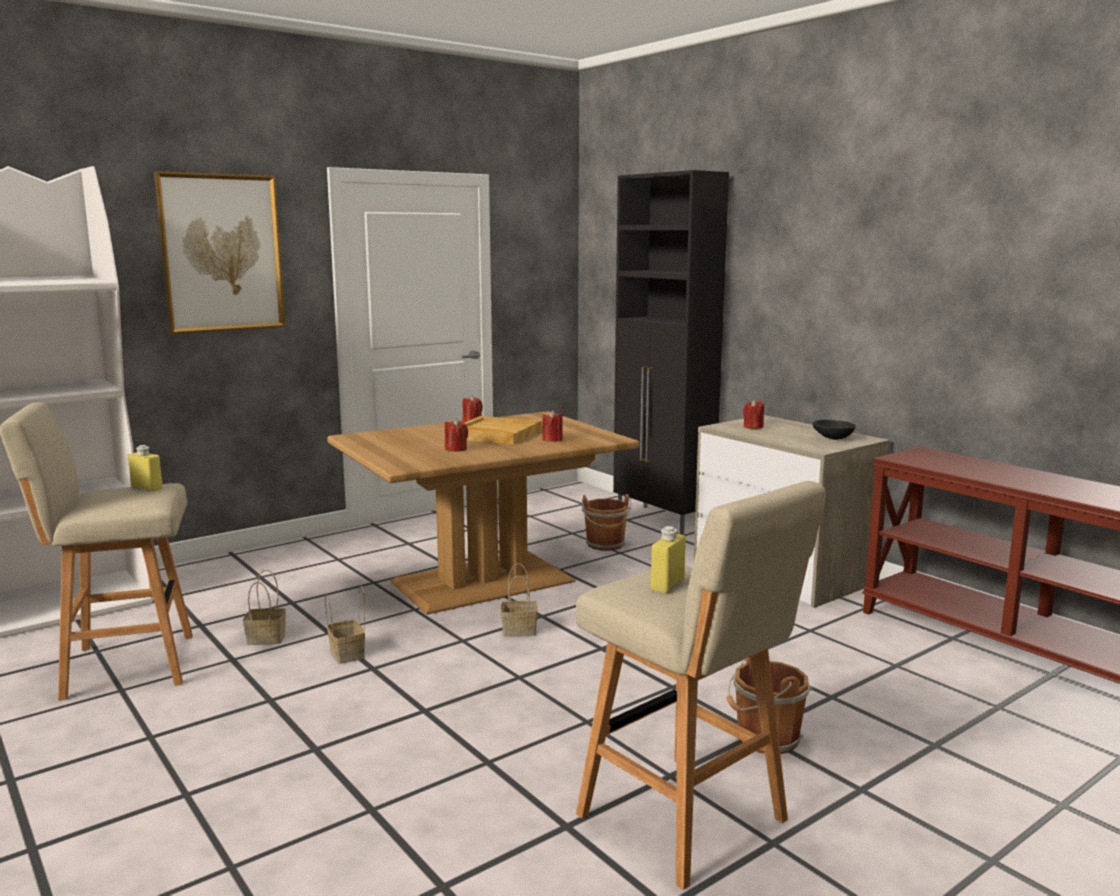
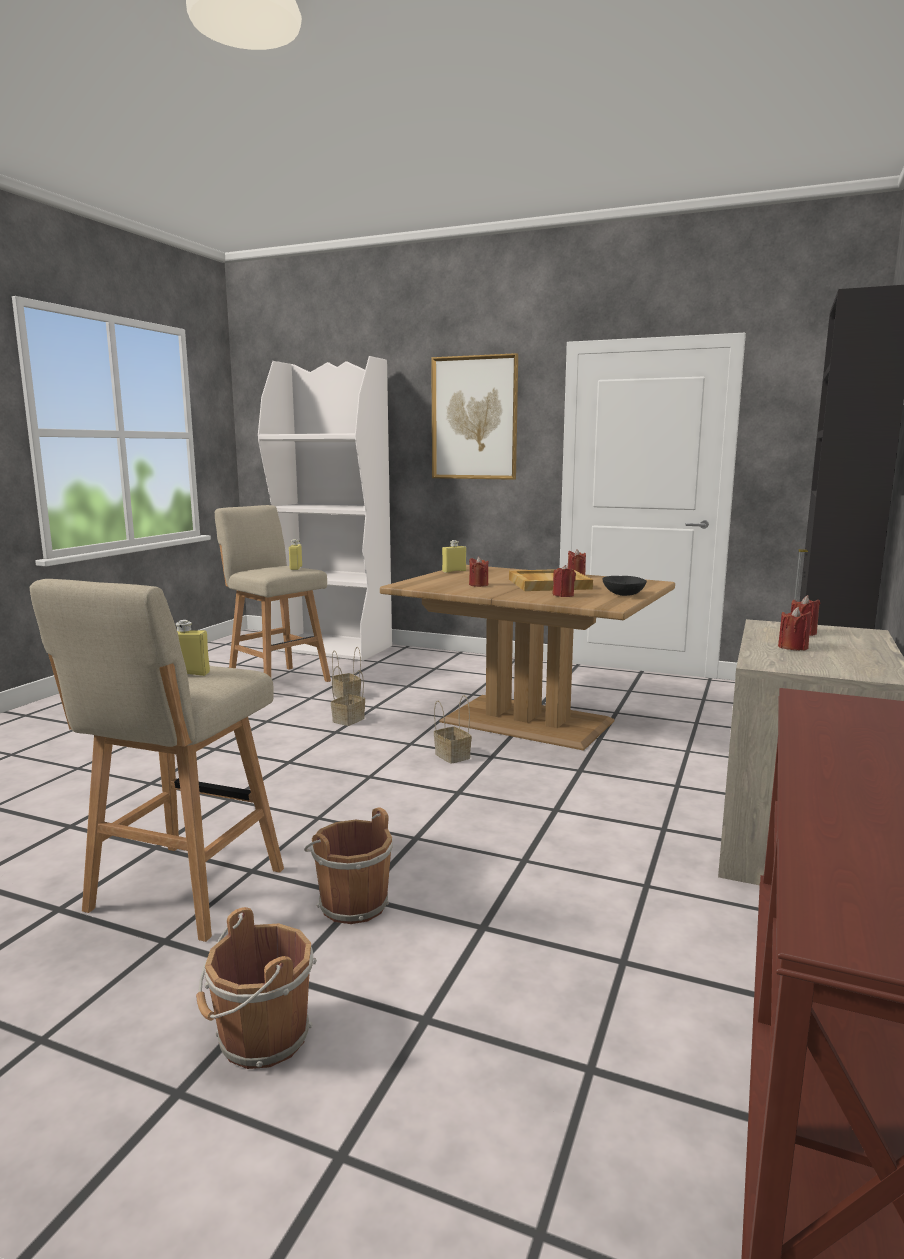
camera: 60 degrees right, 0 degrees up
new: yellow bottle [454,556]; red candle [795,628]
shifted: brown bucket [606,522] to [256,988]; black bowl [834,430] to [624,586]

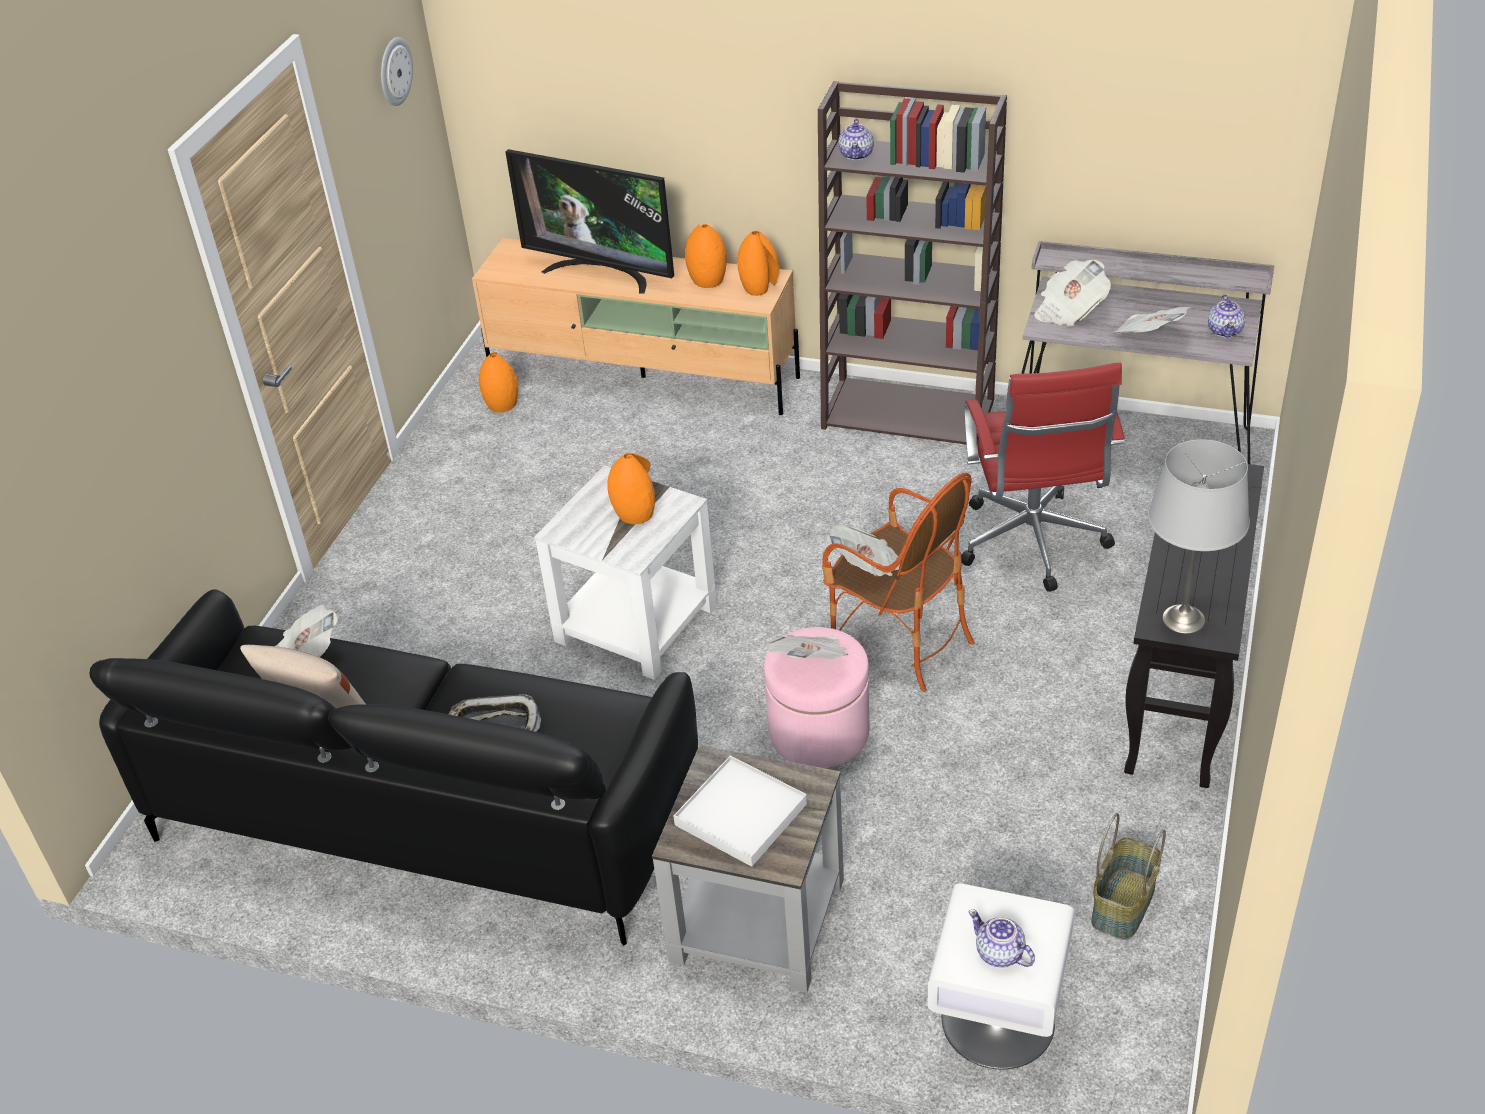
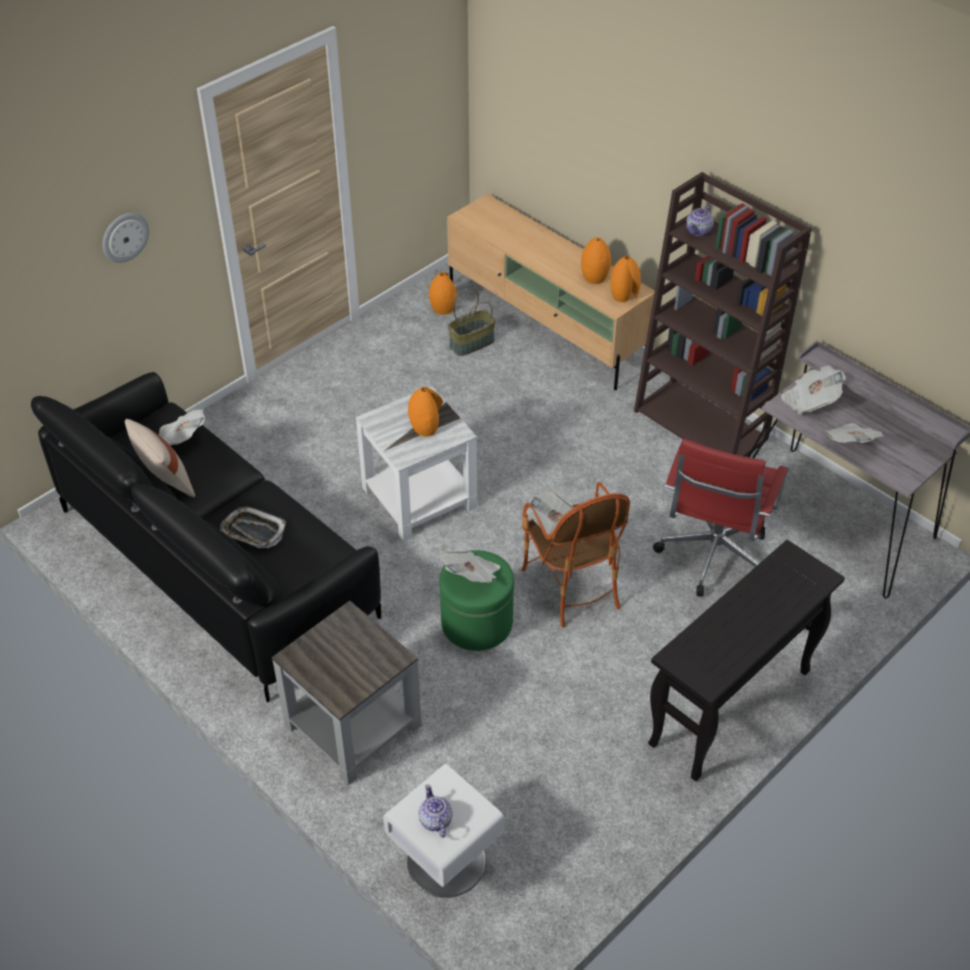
camera: 25 degrees right, 5 degrees up
gone: television [590,221]; white tray [740,811]; grey table lamp [1199,536]; teapot [1226,316]
shifted: wall clock [397,71] to [126,238]; basket [1128,876] to [472,322]
repainted: pink ottoman [816,697] to green ottoman [476,600]

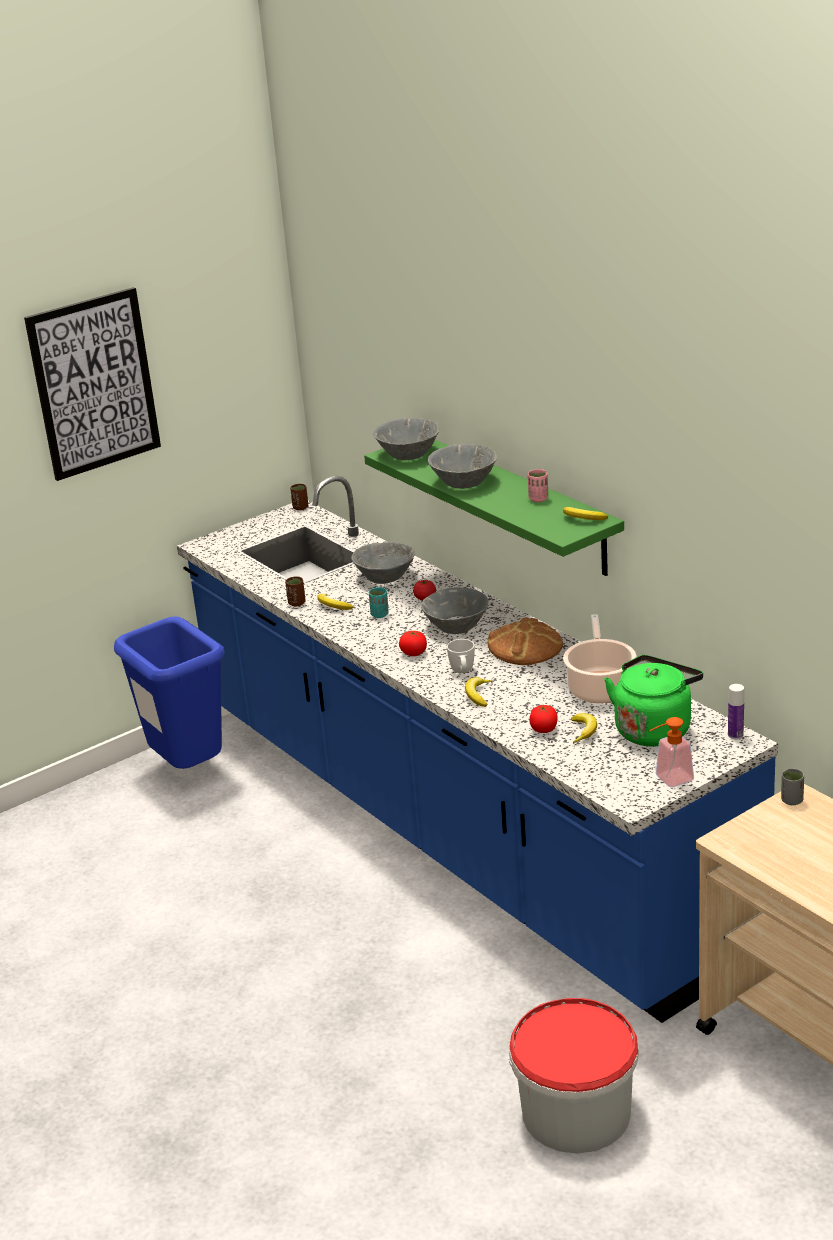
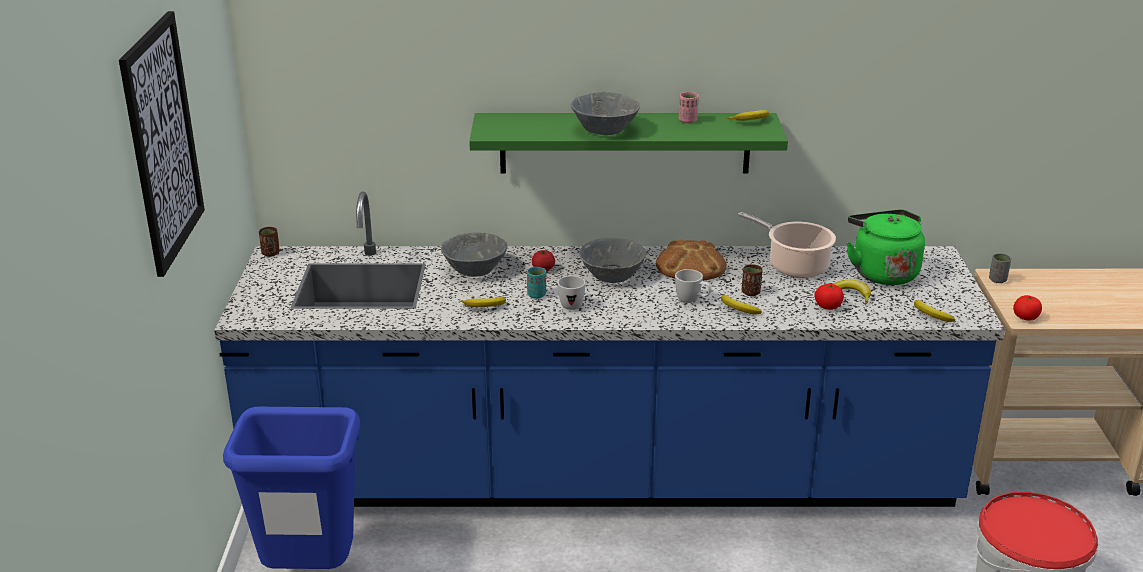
camera: 55 degrees left, 0 degrees up
gone: grey bowl [406,439]; soap dispenser [671,752]; bottle [736,711]
new: white mug [572,292]; banana [934,311]
shifted: brown cup [295,591] to [752,280]; tomato [413,643] to [1027,308]

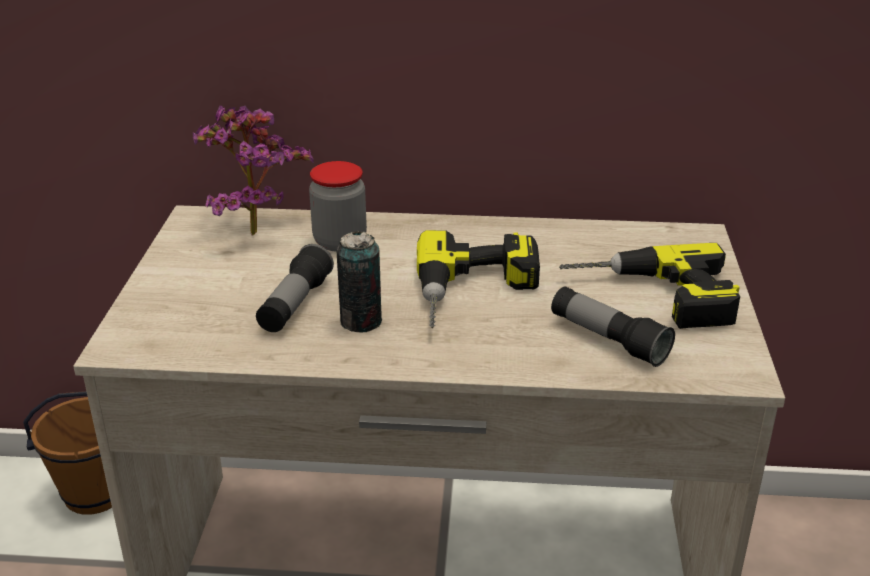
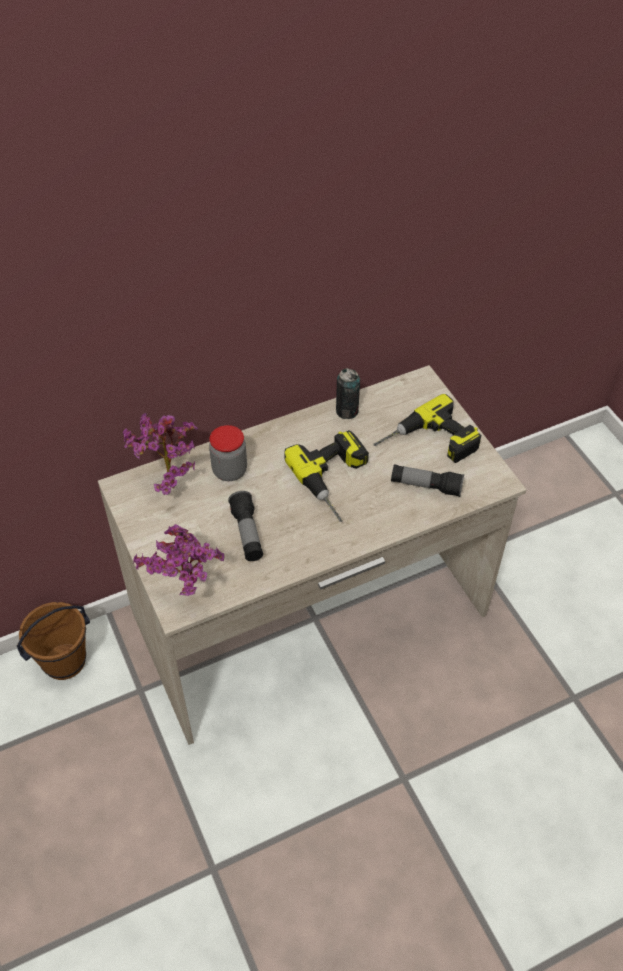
camera: 30 degrees left, 20 degrees up
new: potted plant [179,560]
shifted: can [359,281] to [348,393]

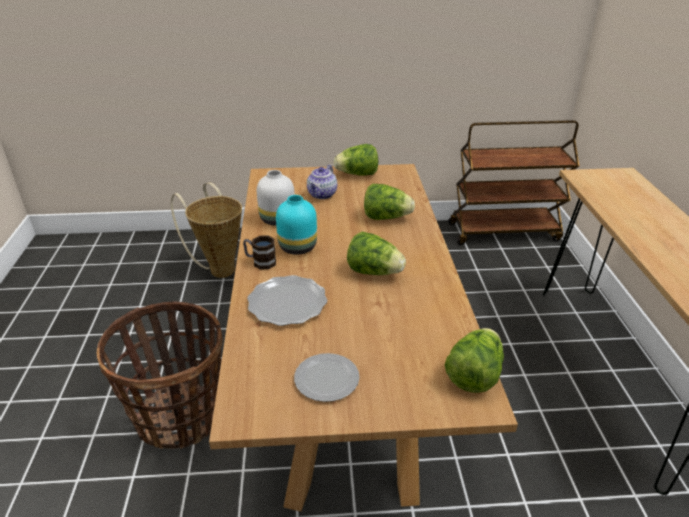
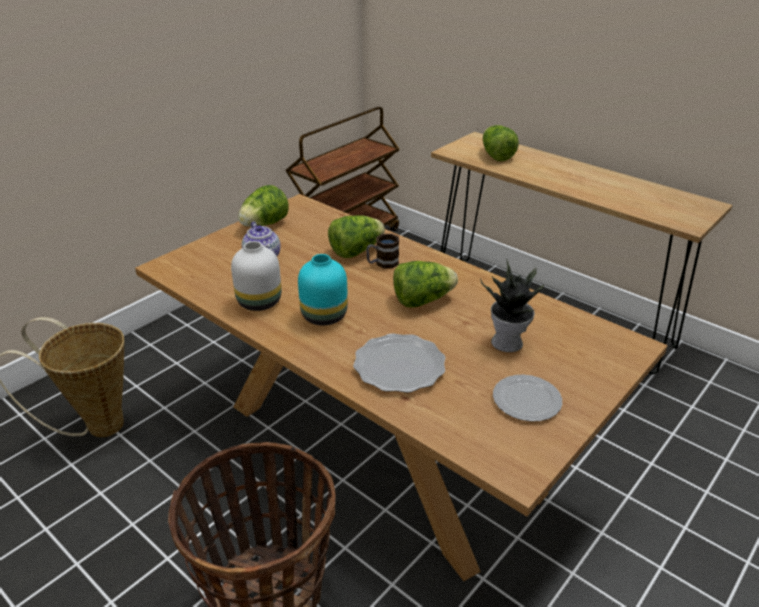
camera: 45 degrees left, 0 degrees up
new: potted plant [512,305]
shifted: mug [259,252] to [382,251]; lettuce [474,360] to [501,143]

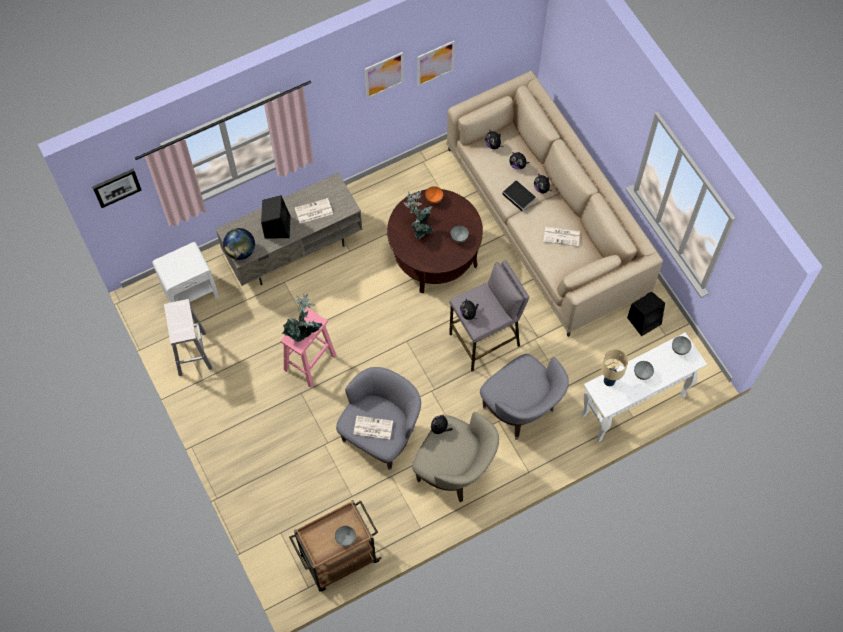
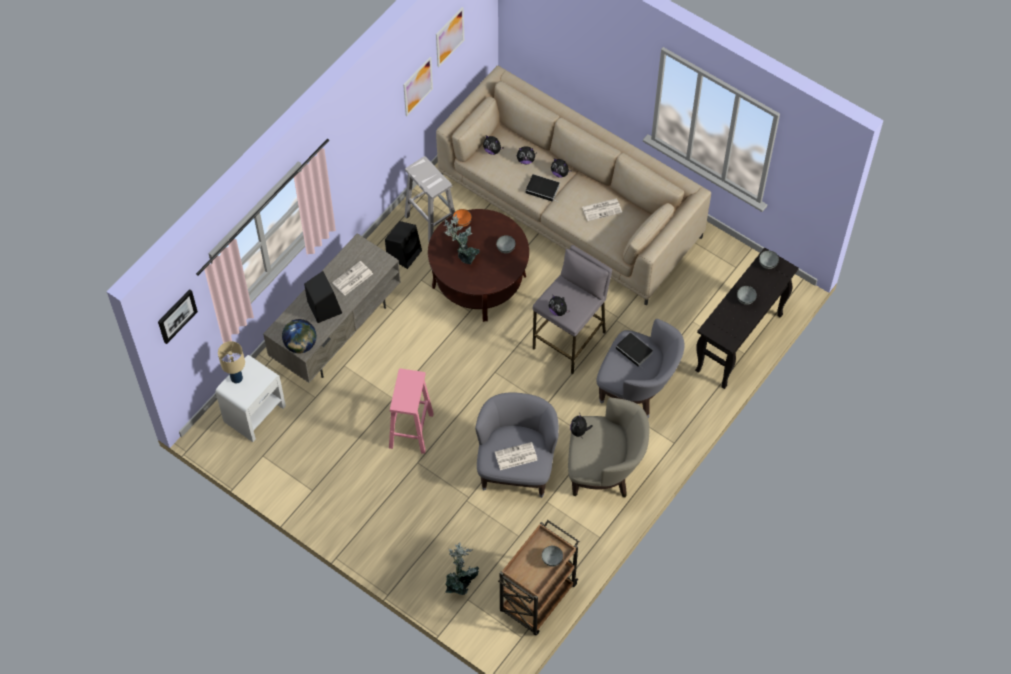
camera: 25 degrees left, 5 degrees down
new: book [634,351]
shifted: beige table lamp [614,368] to [231,362]; black speaker [646,314] to [403,245]; white stool [188,337] to [430,199]; picture [384,75] to [450,37]; potted plant [302,318] to [462,568]
repainted: white console table [644,387] to black console table [747,318]

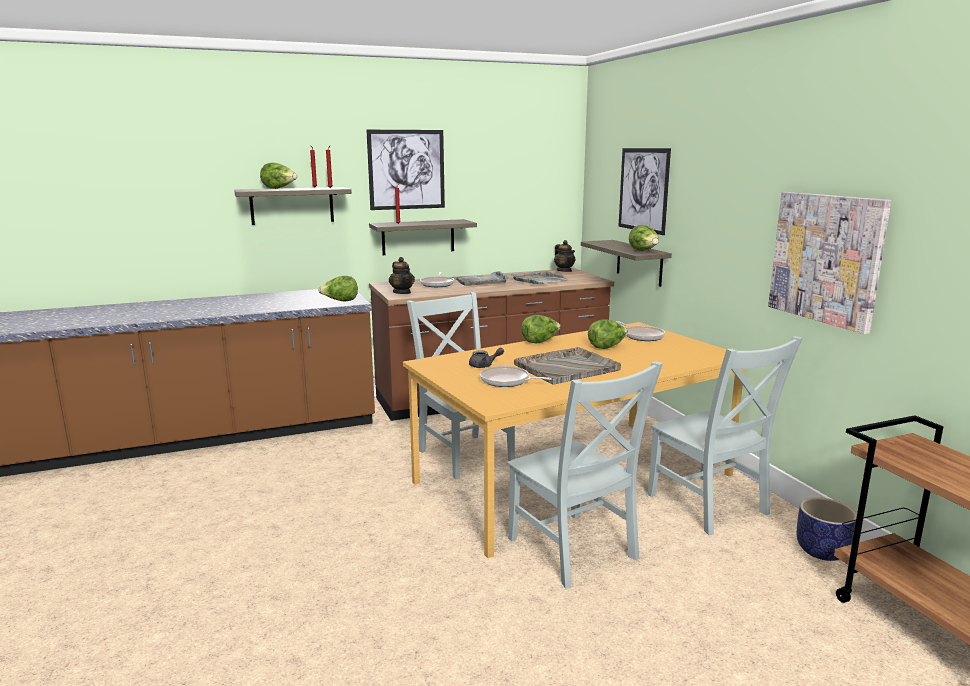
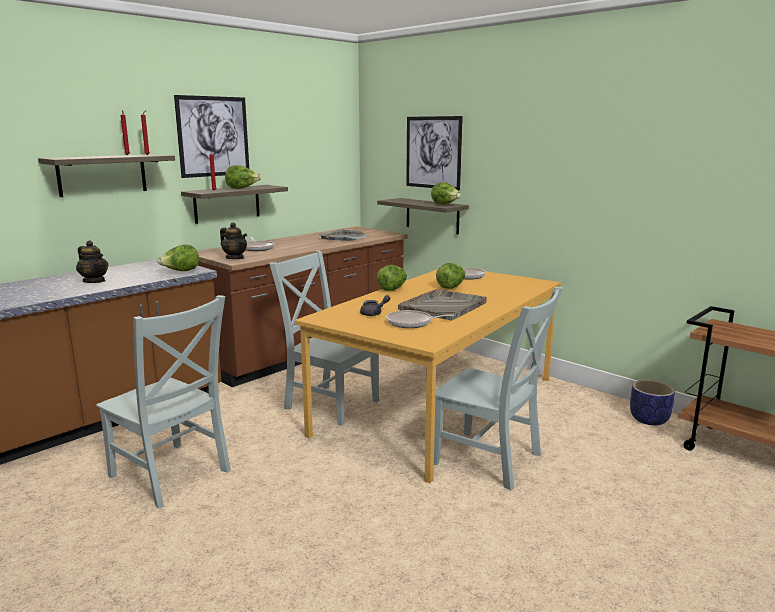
camera: 25 degrees left, 0 degrees up
gone: grey tray [482,278]; picture [829,263]
shifted: teapot [564,256] to [92,261]; grey chair [725,435] to [163,402]; lettuce [278,175] to [243,177]

